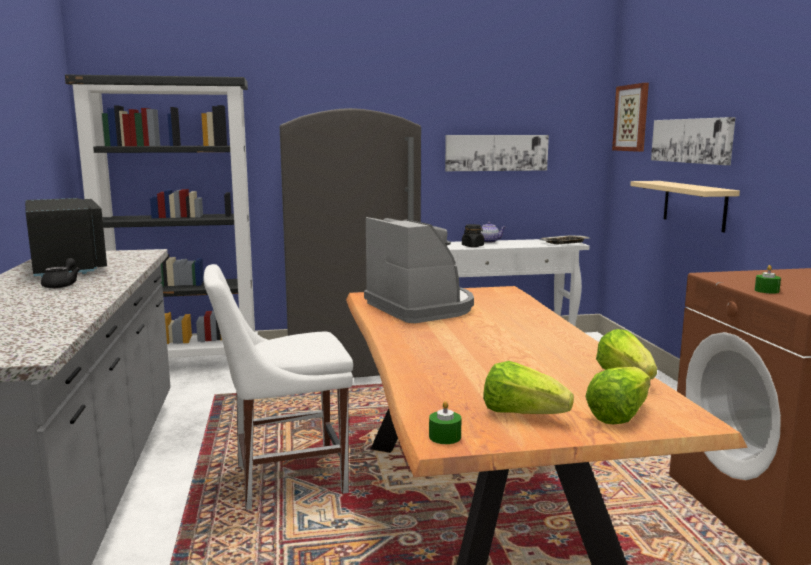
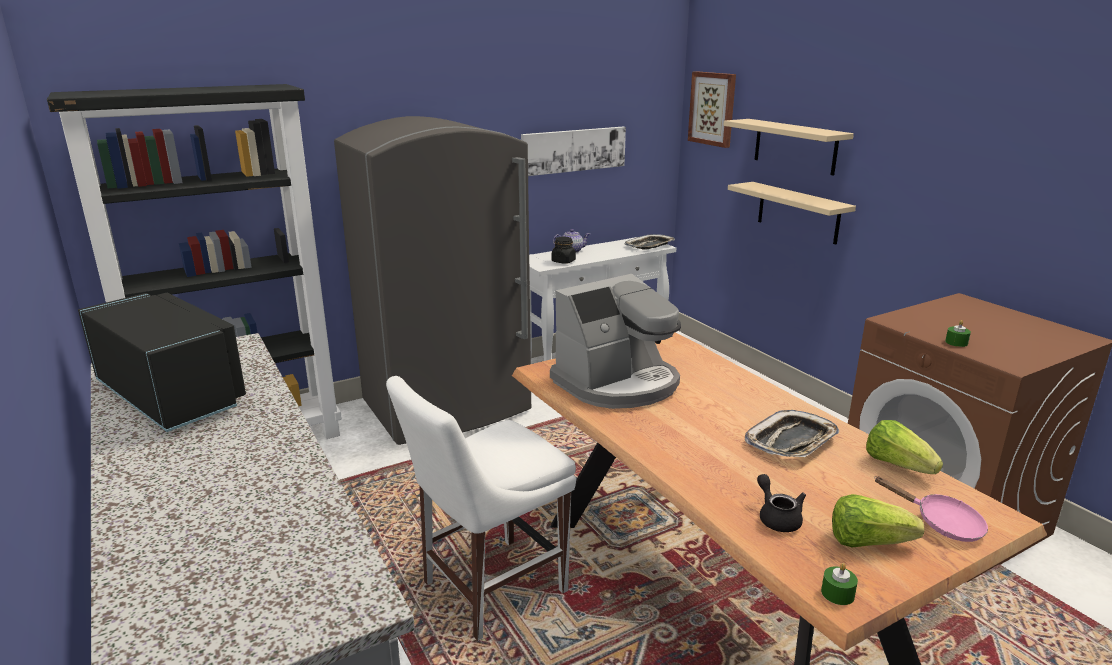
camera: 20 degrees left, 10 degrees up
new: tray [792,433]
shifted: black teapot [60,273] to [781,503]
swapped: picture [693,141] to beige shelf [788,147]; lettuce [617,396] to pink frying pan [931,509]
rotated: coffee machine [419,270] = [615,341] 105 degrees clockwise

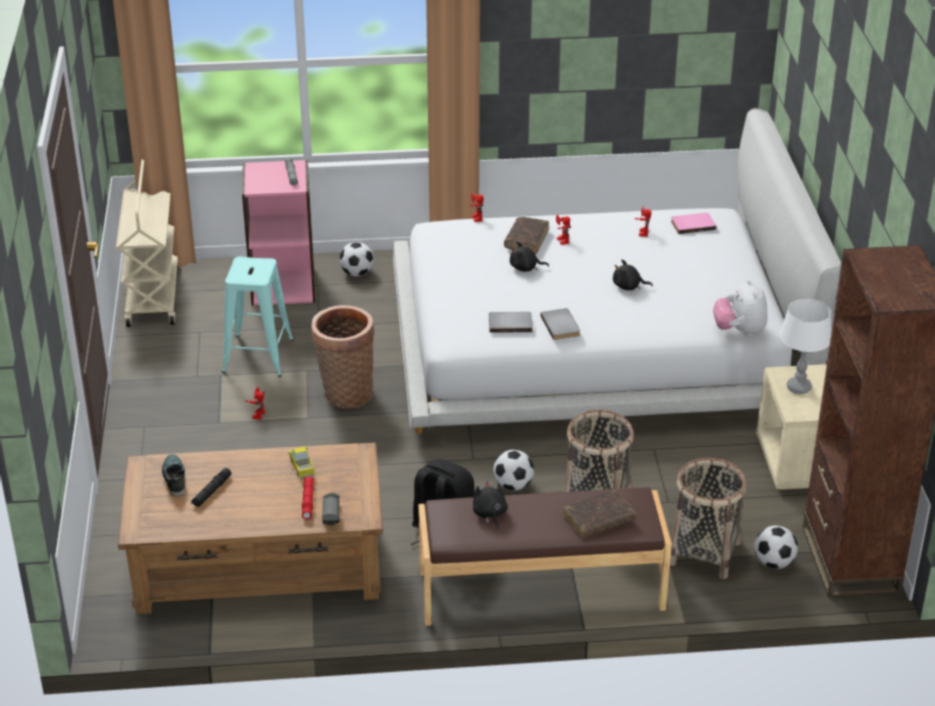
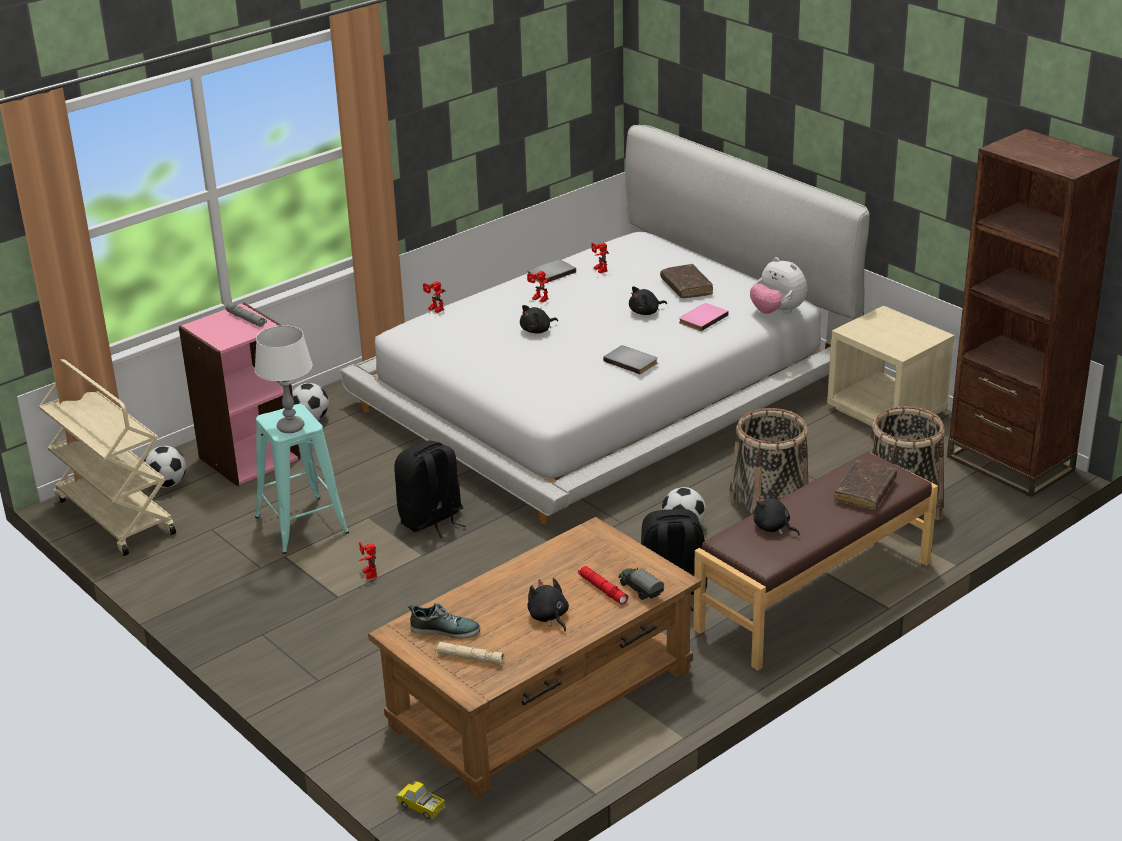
camera: 35 degrees left, 5 degrees down
gone: black flashlight [211,487]
new: beige flashlight [469,653]; black plush toy [548,604]
shifted: football [776,547] to [165,467]; white table lamp [806,346] to [283,379]; toy truck [301,462] to [420,800]; grey book [511,322] to [551,271]; brown book [526,235] to [686,281]; pink book [694,223] to [704,317]
swapped: basket [343,356] to black backpack [430,489]
rotated: shoe [173,475] = [444,620] 150 degrees clockwise

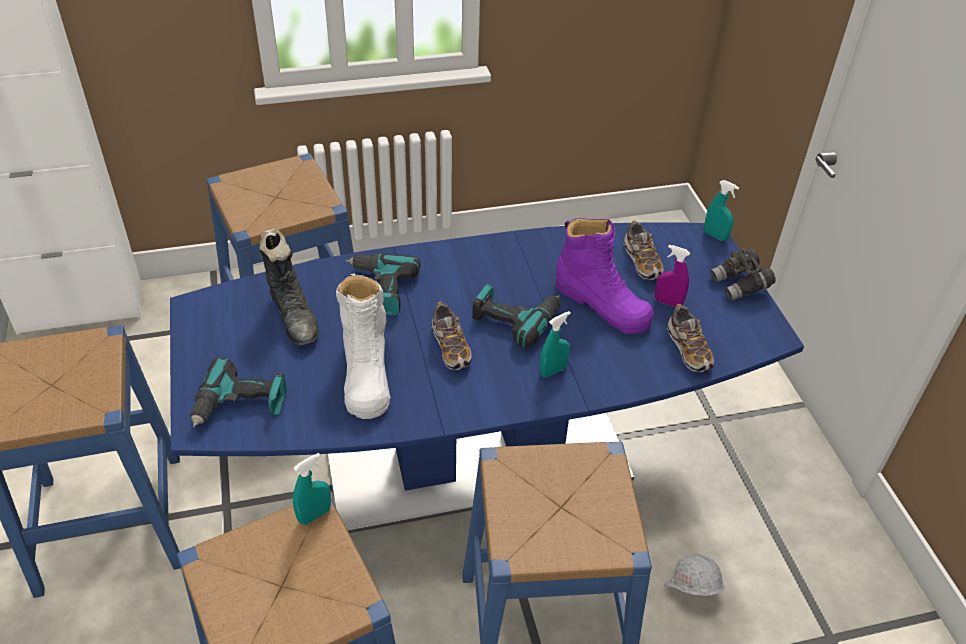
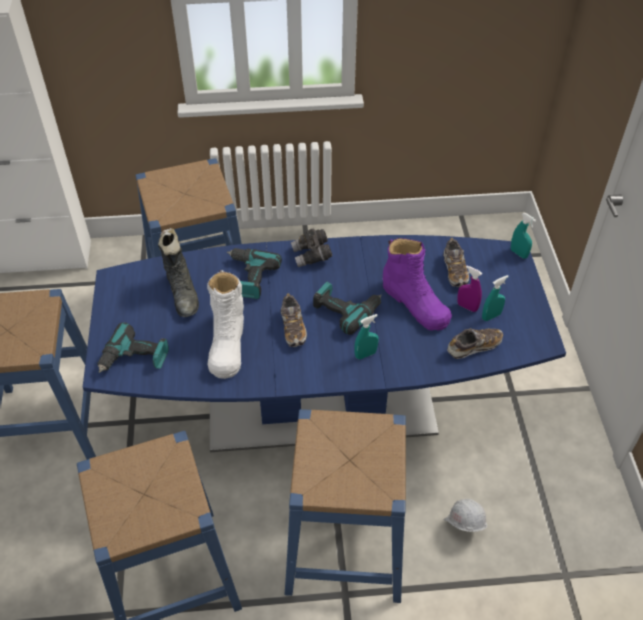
camera: 10 degrees right, 5 degrees up
shifted: grey binoculars [743,274] to [311,248]; turquoise spray bottle [312,489] to [495,298]
rotated: shoe [690,338] = [475,343] 105 degrees counterclockwise

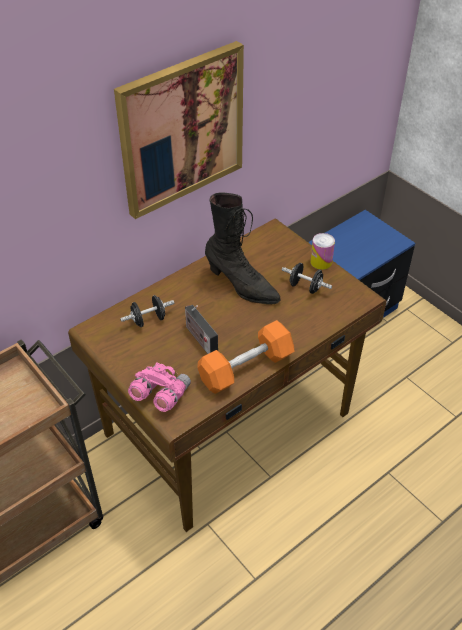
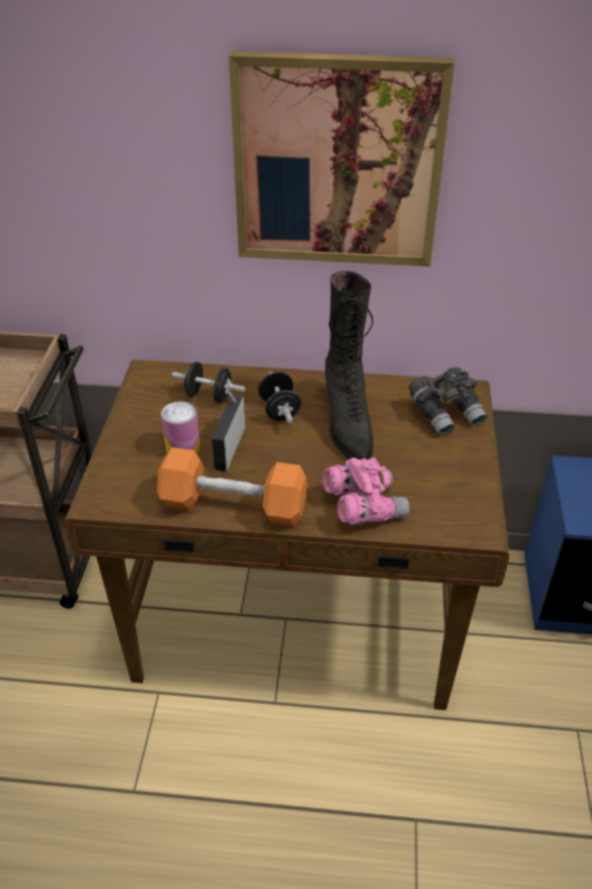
camera: 45 degrees right, 5 degrees down
new: grey binoculars [448,401]
shifted: can [322,251] to [180,427]; black dumbbell [307,278] to [279,397]; pink binoculars [159,387] to [366,491]

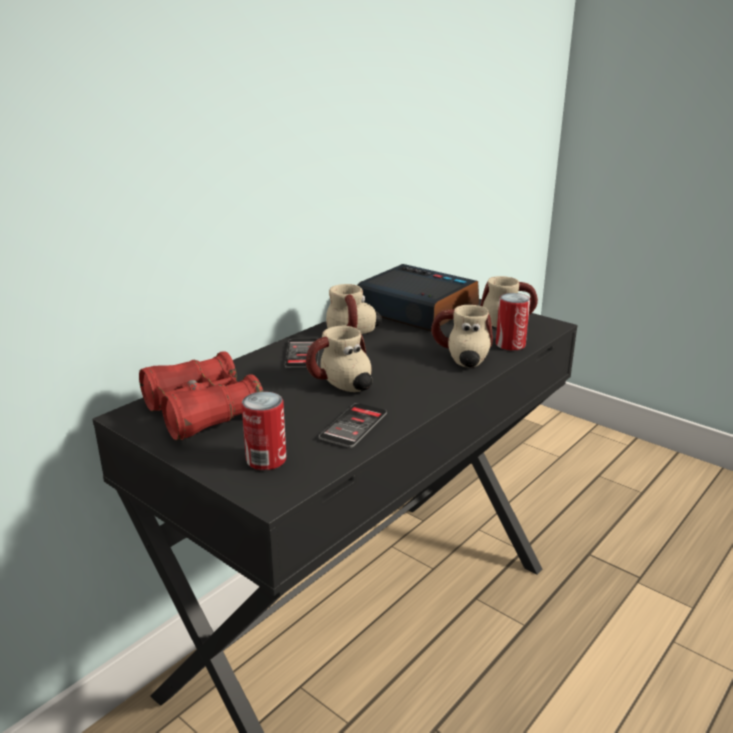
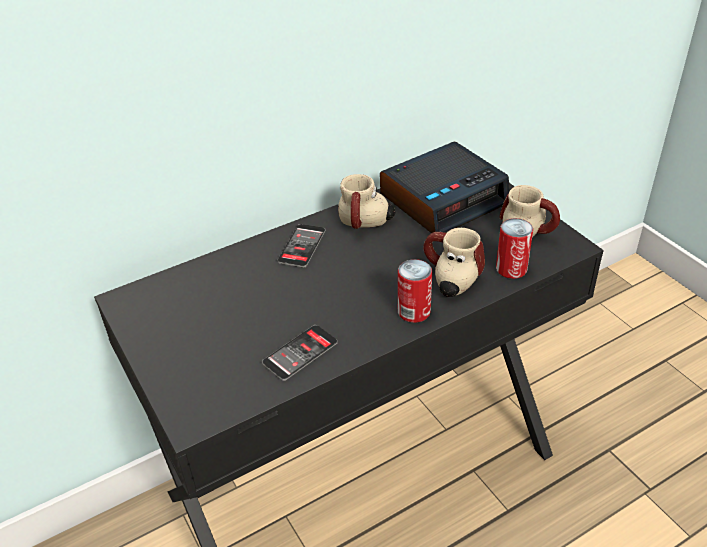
camera: 20 degrees right, 15 degrees up
gone: red binoculars [201,395]; mug [339,359]
shifted: can [263,431] to [415,291]
rotated: alarm clock [418,297] = [445,187] 90 degrees clockwise

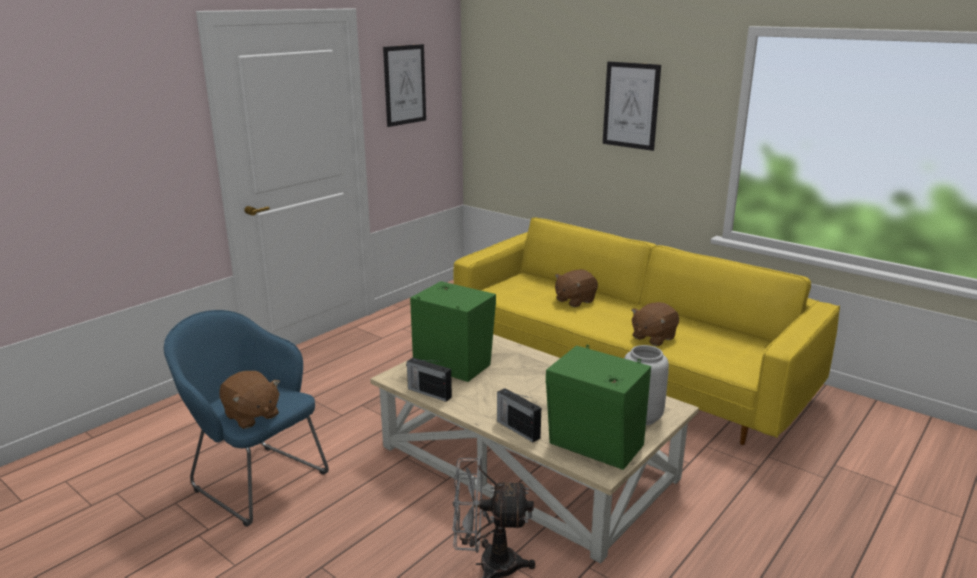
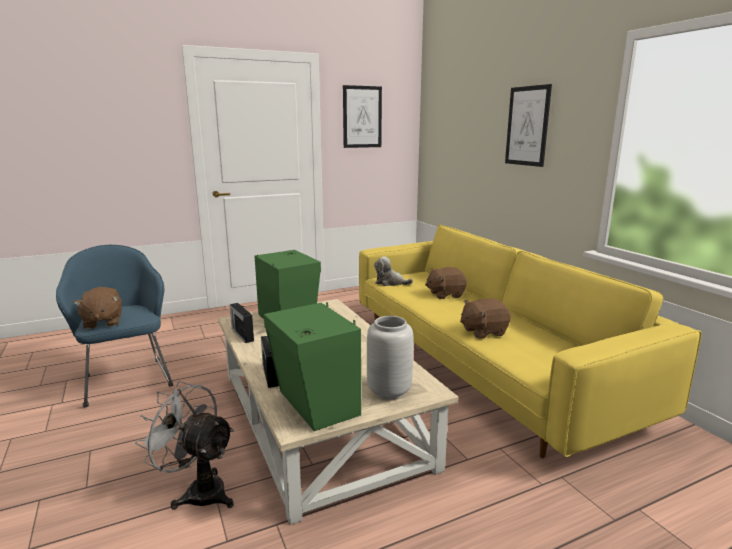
camera: 25 degrees right, 5 degrees down
new: plush toy [393,271]

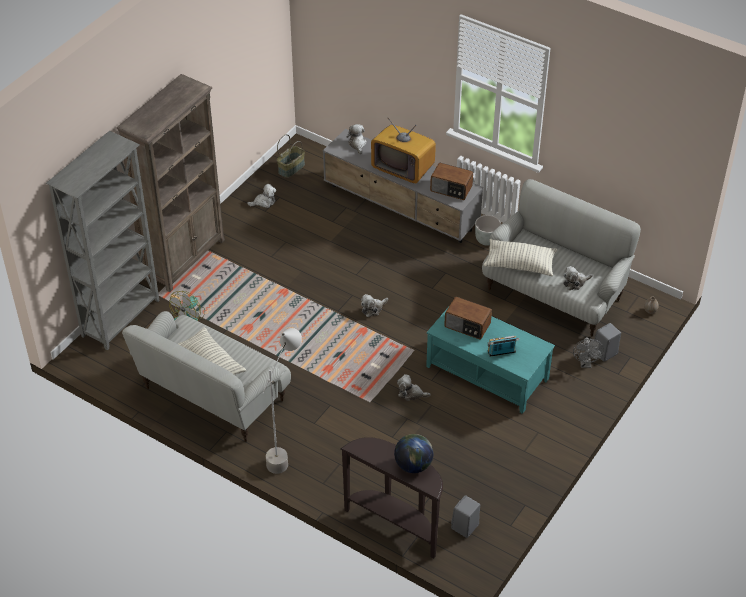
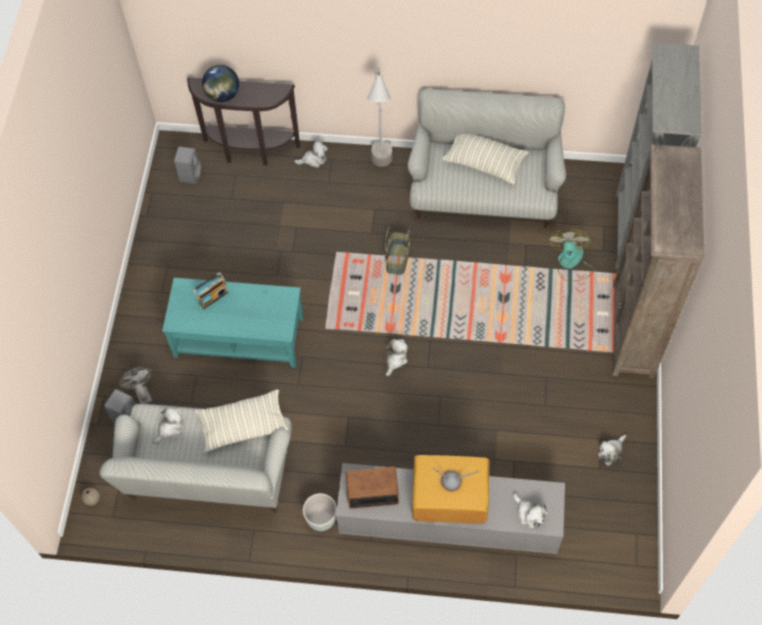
camera: 155 degrees right, 15 degrees up
gone: radio [468,318]
shifted: plush toy [414,387] to [311,154]; basket [291,156] to [397,250]

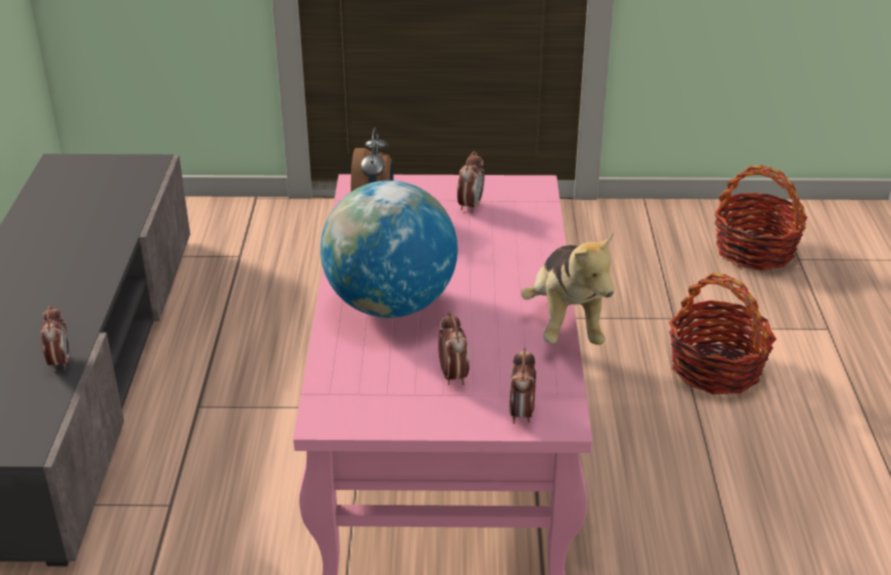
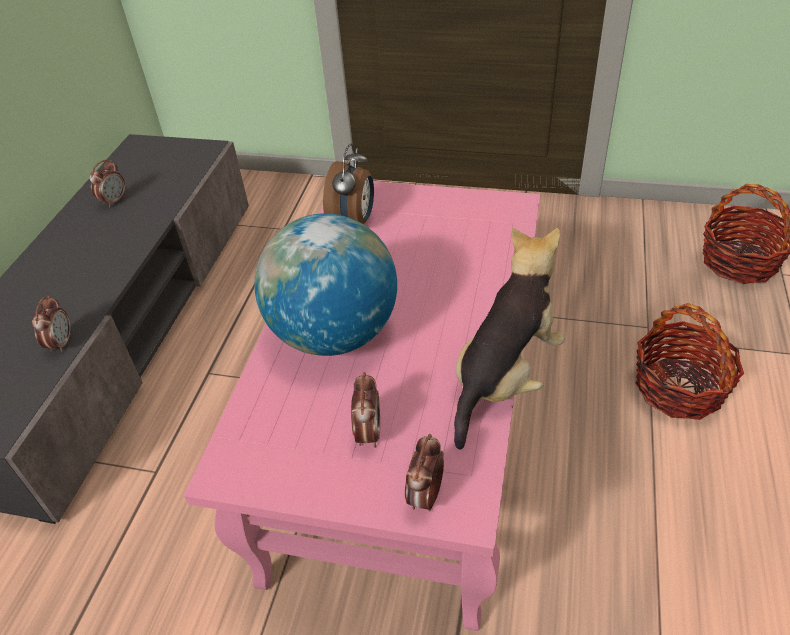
camera: 15 degrees right, 10 degrees up
shifted: alarm clock [470,182] to [107,184]
rotated: plush toy [567,288] = [509,339] 150 degrees counterclockwise

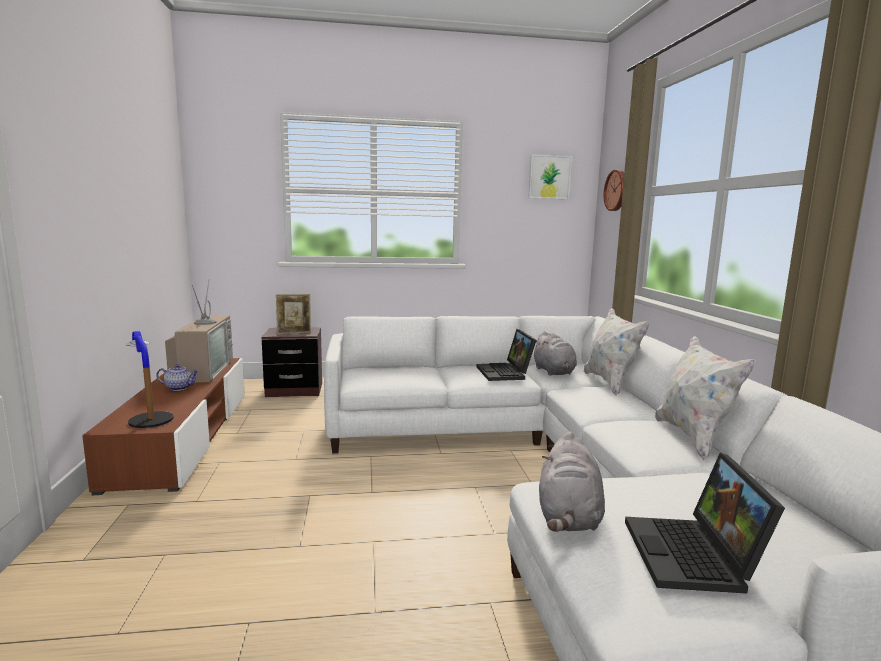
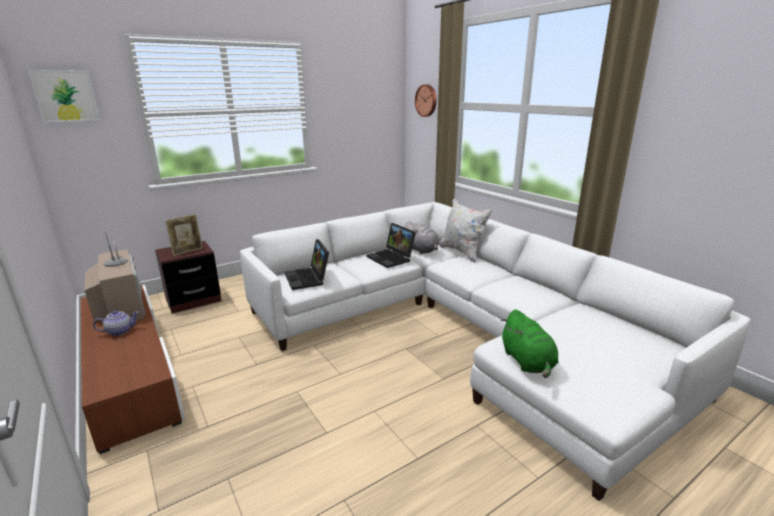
camera: 25 degrees left, 10 degrees up
gone: table lamp [150,379]; white pillow [705,398]
shifted: picture [550,176] to [64,96]; laptop [705,523] to [307,264]
repainted: grey plush toy [572,481] to green plush toy [530,343]

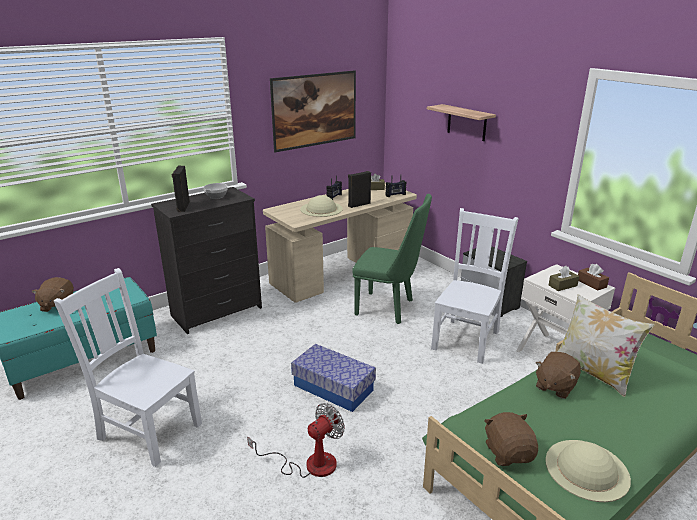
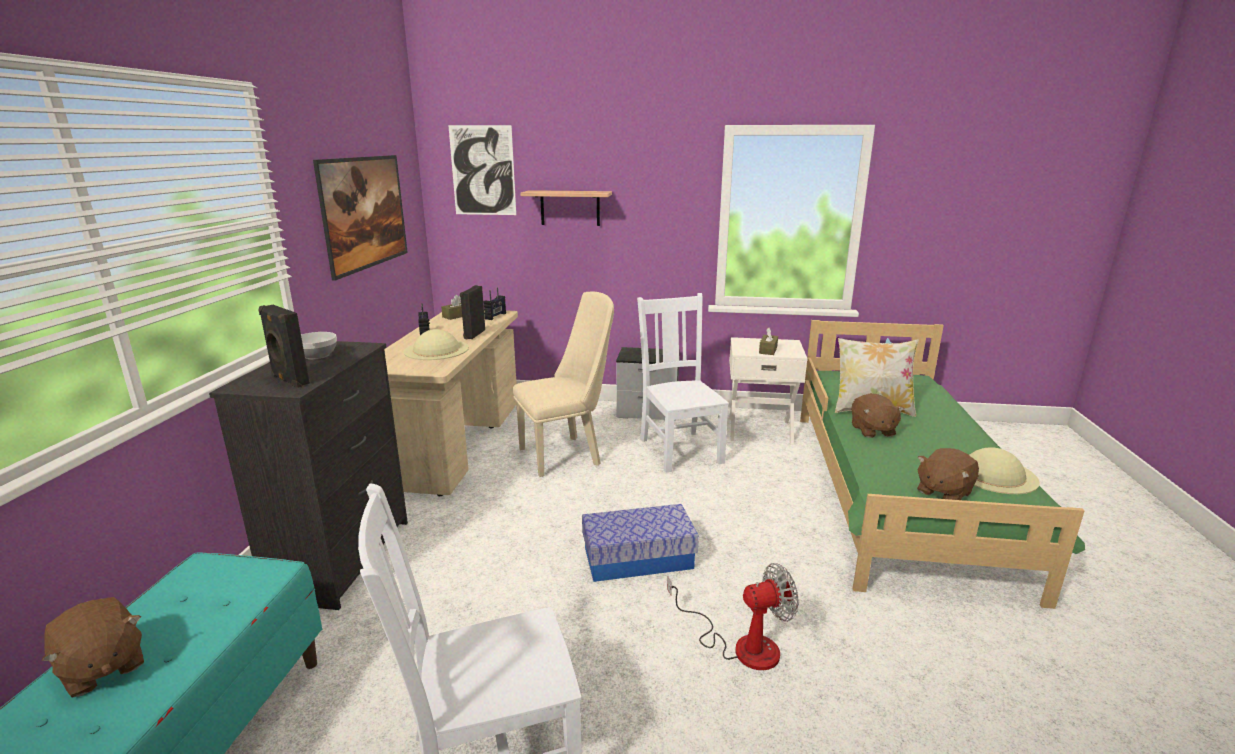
camera: 45 degrees left, 5 degrees down
gone: brown tissue box [593,277]
new: picture [482,170]
repainted: green chair [392,259] to beige chair [563,384]
rotated: fan [296,440] = [733,616] 75 degrees clockwise; brown plush toy [511,439] = [948,474] 75 degrees counterclockwise

